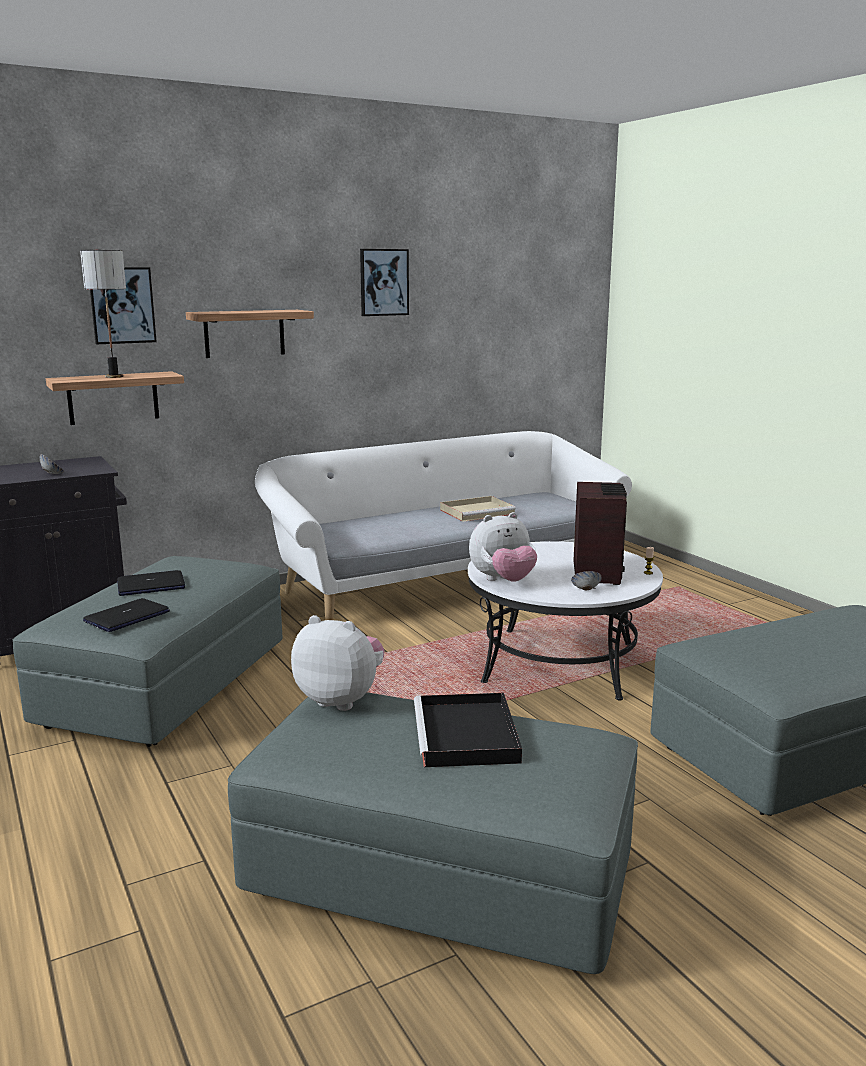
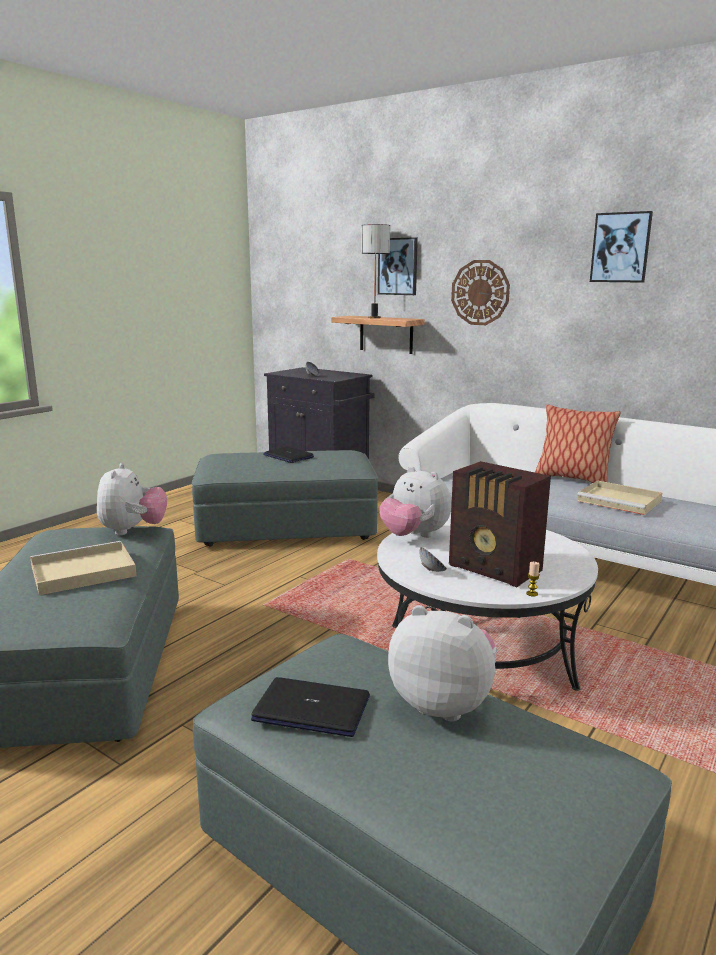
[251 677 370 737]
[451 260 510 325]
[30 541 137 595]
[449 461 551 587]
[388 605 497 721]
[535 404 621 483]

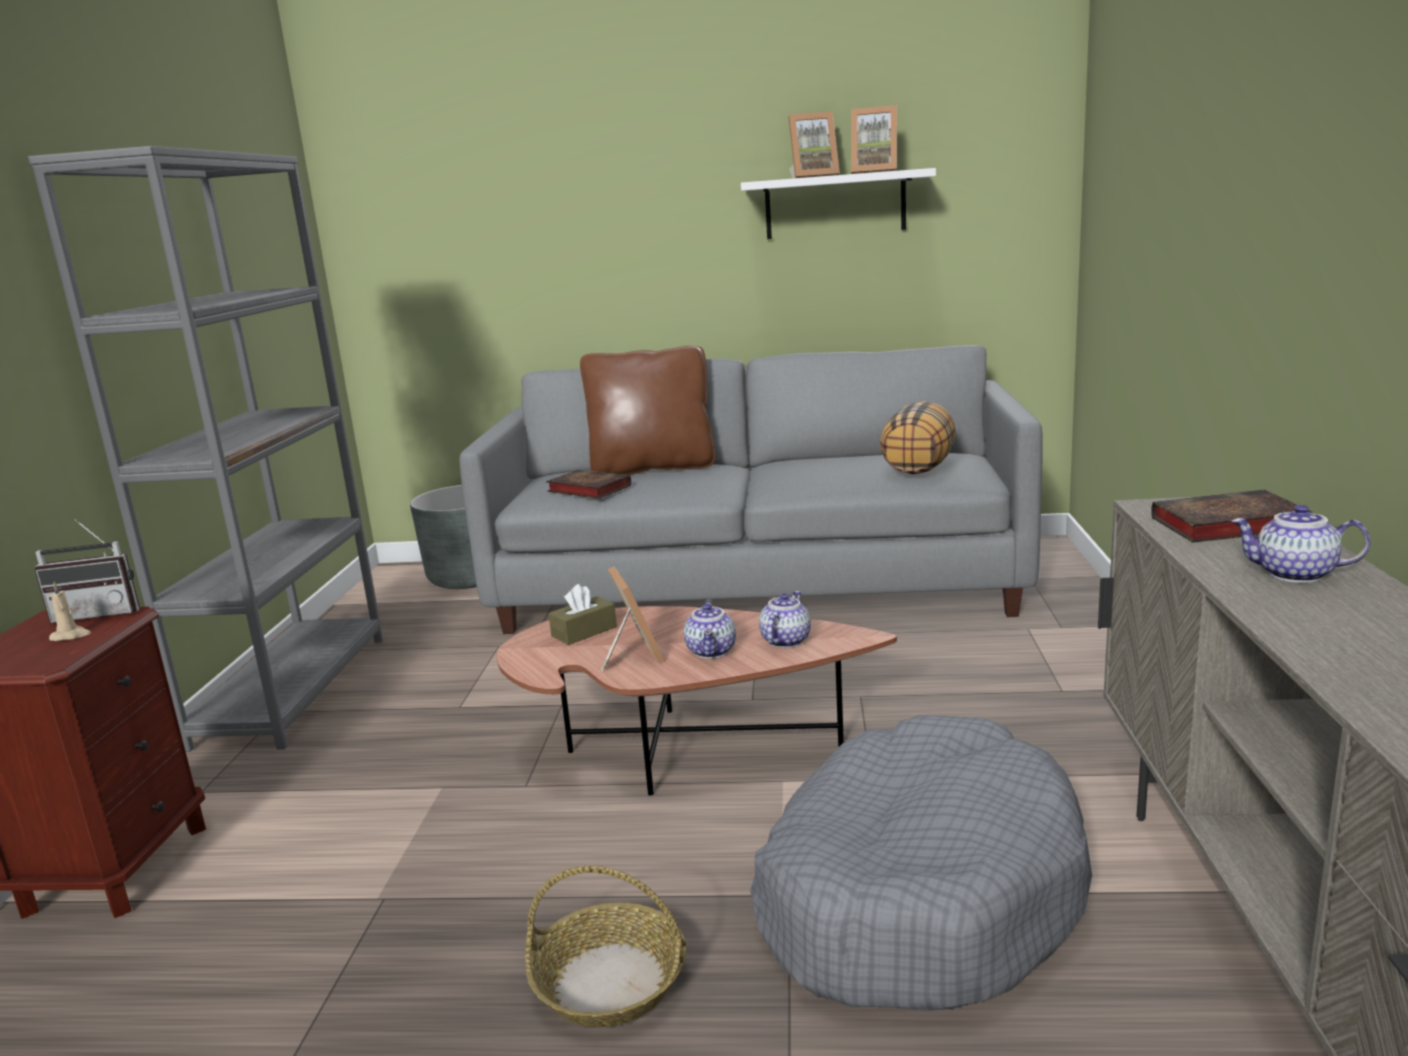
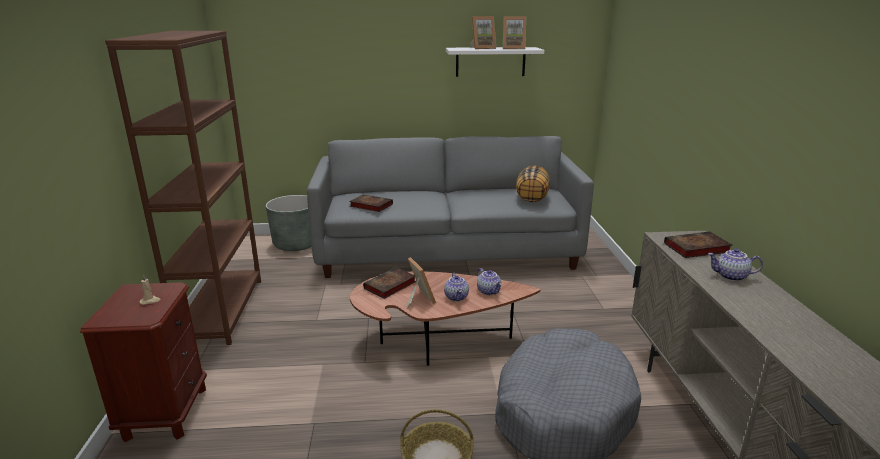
[105 31 261 345]
[34 519 140 623] (first image)
[363 267 416 299]
[580 346 715 475] (first image)
[477 268 502 295]

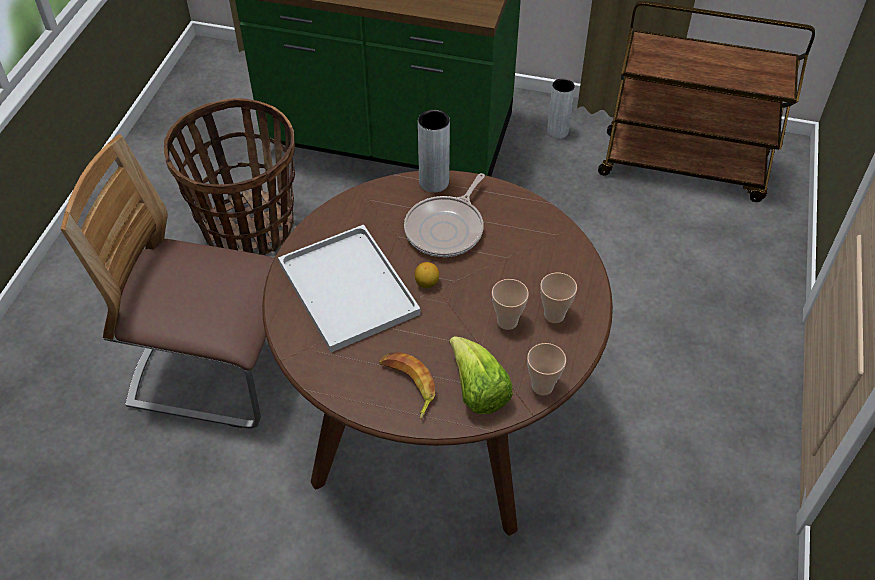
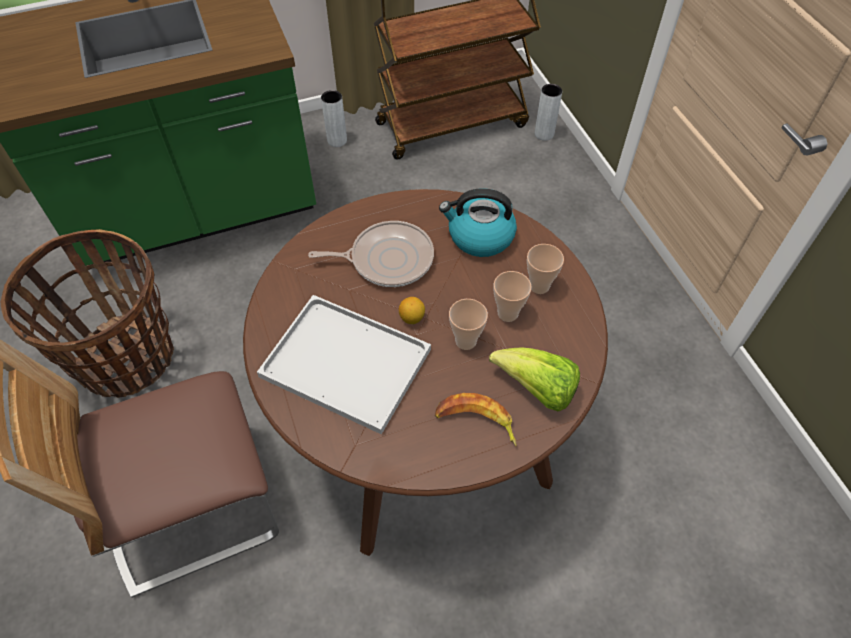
[308 221 434 287]
[535 84 562 141]
[449 299 488 350]
[439 188 517 257]

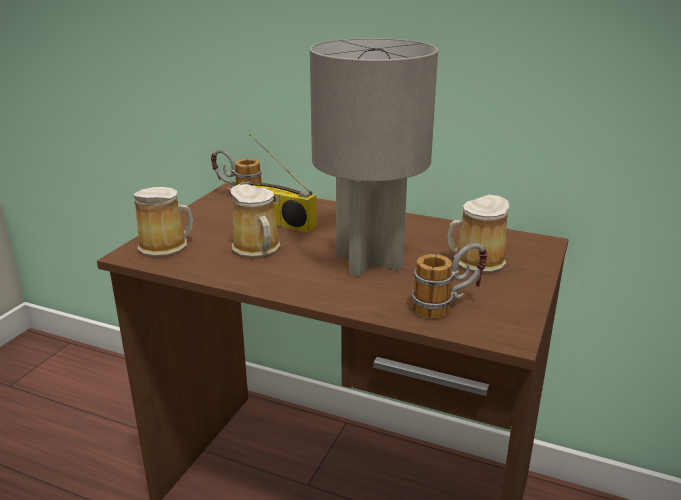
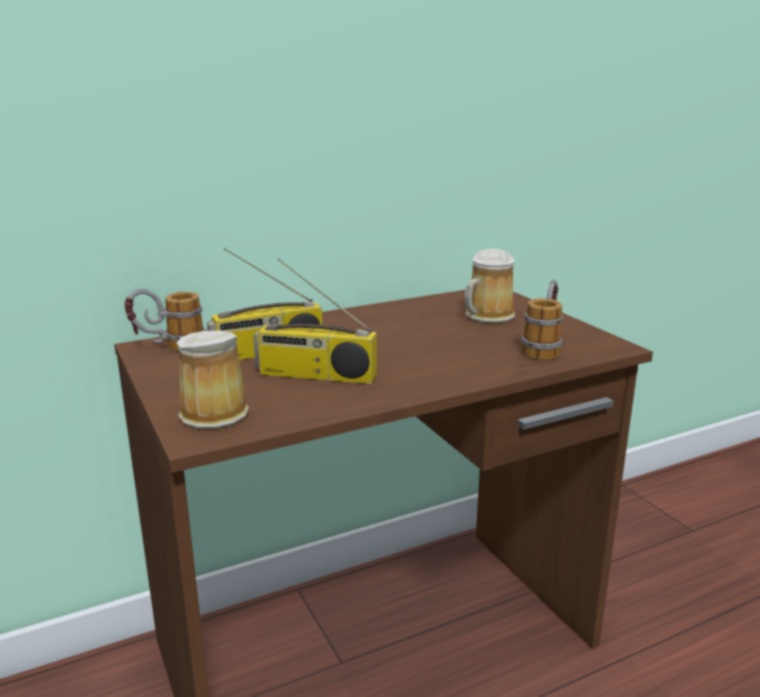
[253 258 376 384]
[310 38 438 277] (first image)

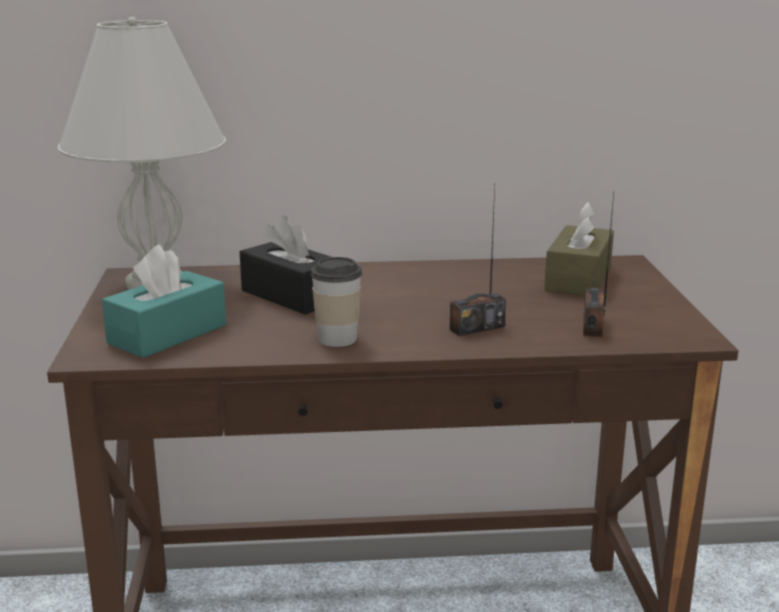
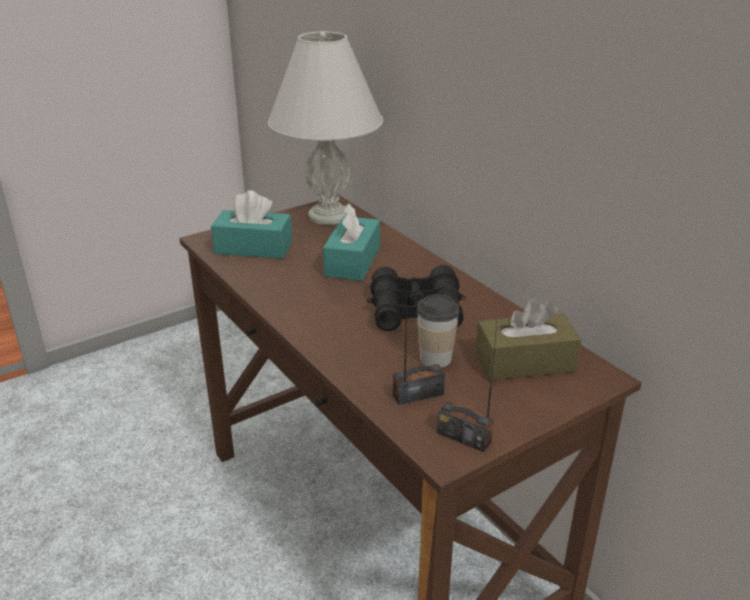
[323 203 380 281]
[417 294 460 368]
[437 324 497 452]
[367 265 466 331]

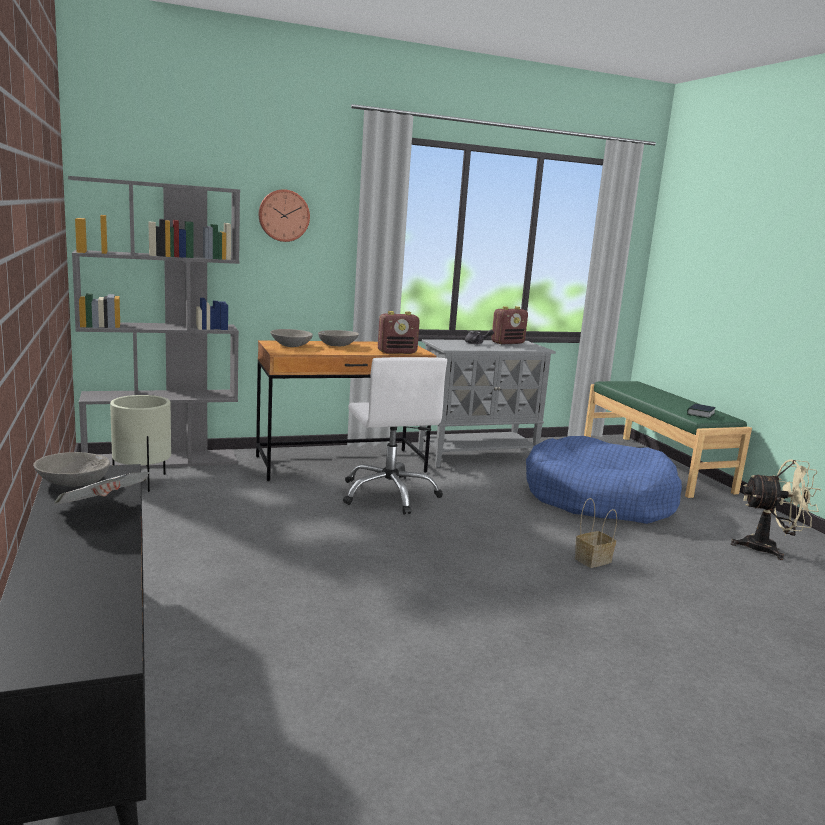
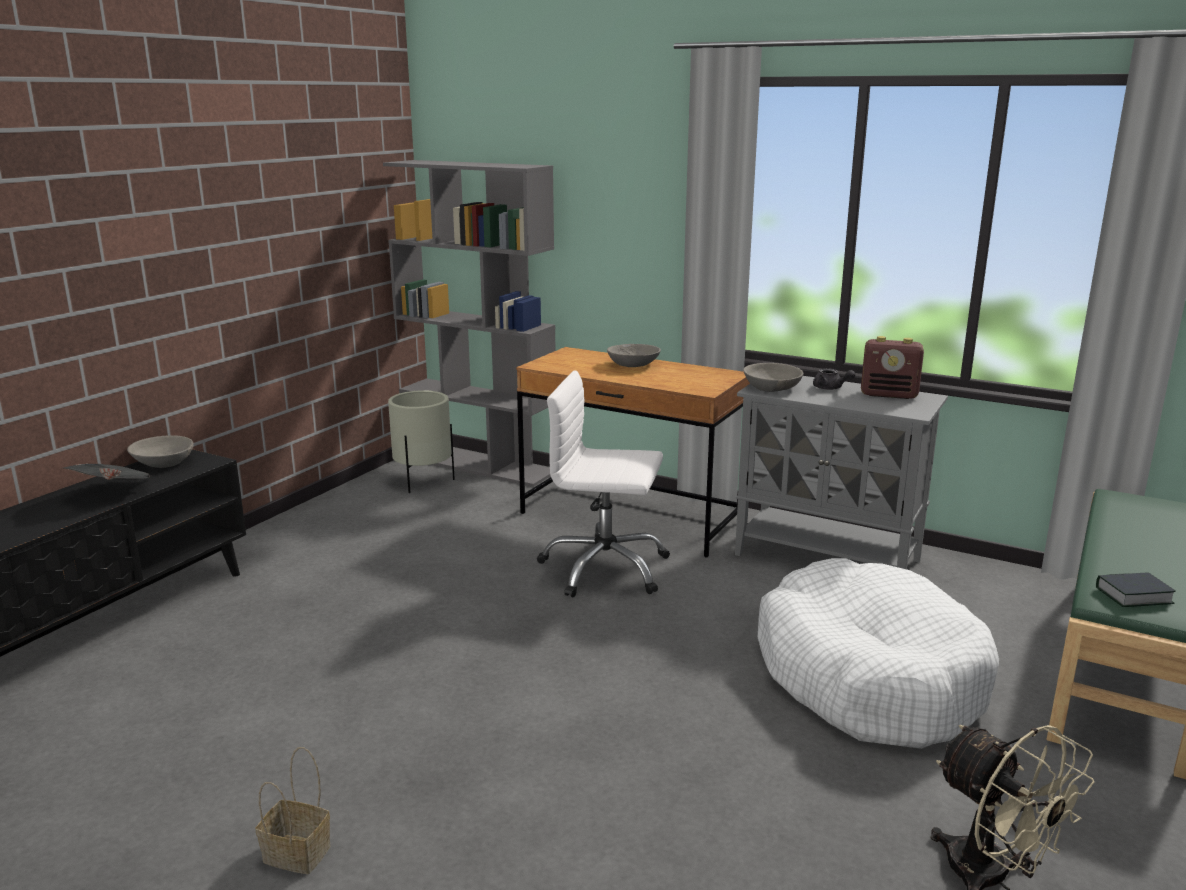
[259 189 310 242] (first image)
[743 363 803 392]
[537 371 670 598]
[378 311 420 354] (first image)
[758 558 999 749]
[256 747 331 874]

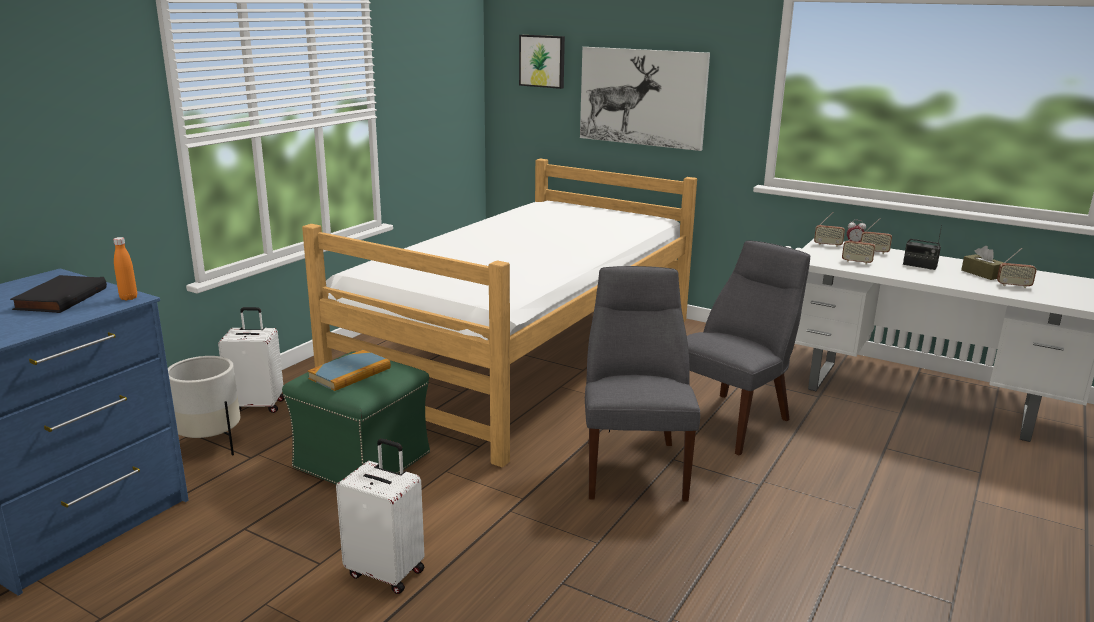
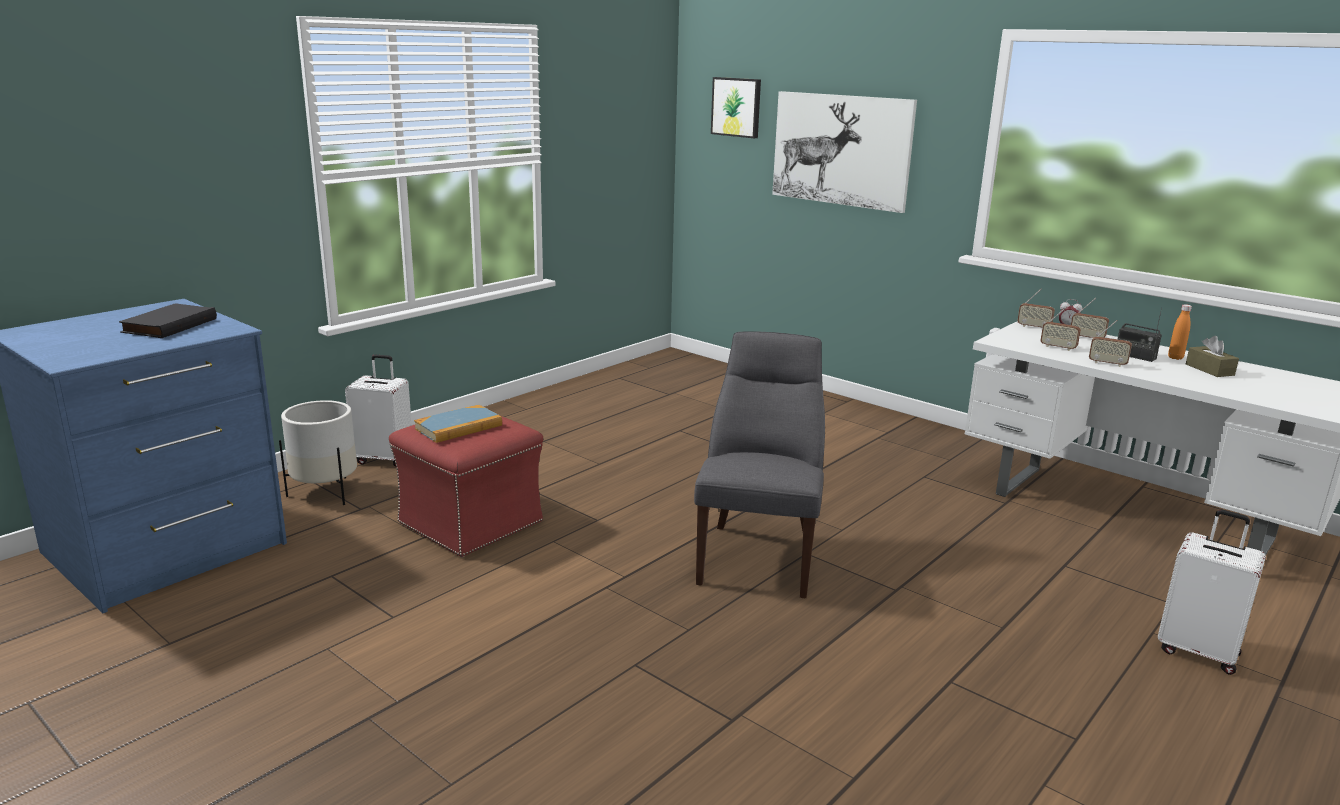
[1168 304 1192 360]
[389 417 543 557]
[302 159 697 468] (first image)
[1158 510 1266 675]
[687 240 810 455] (first image)
[1089 320 1132 367]

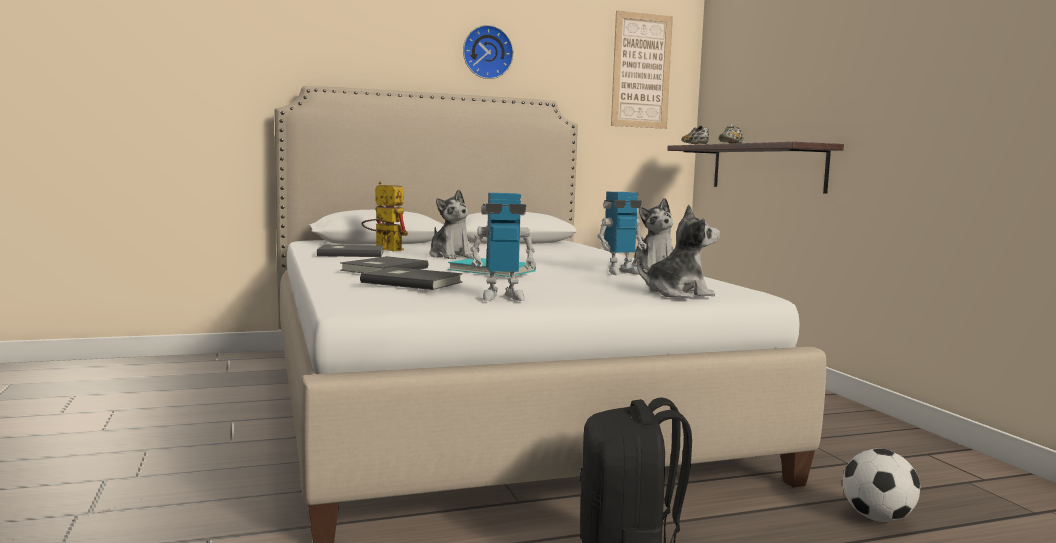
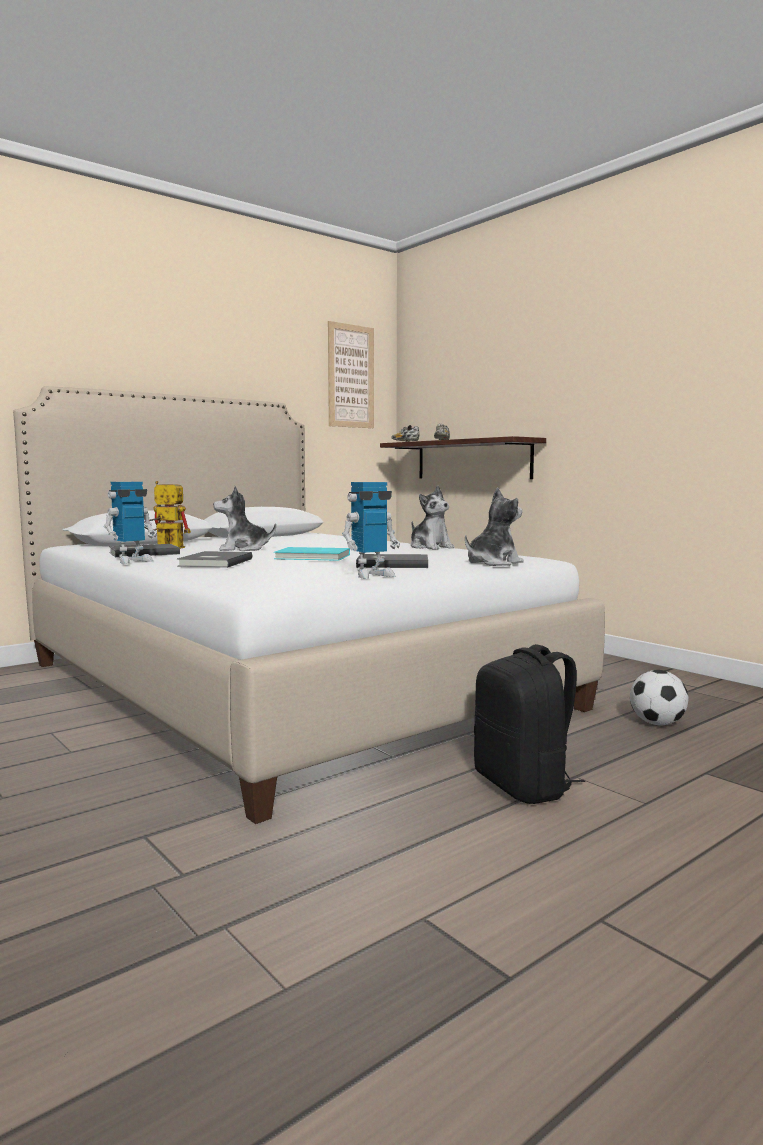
[356 554 428 568]
[213 486 276 551]
[463 25 513 79] (first image)
[104 482 157 564]

